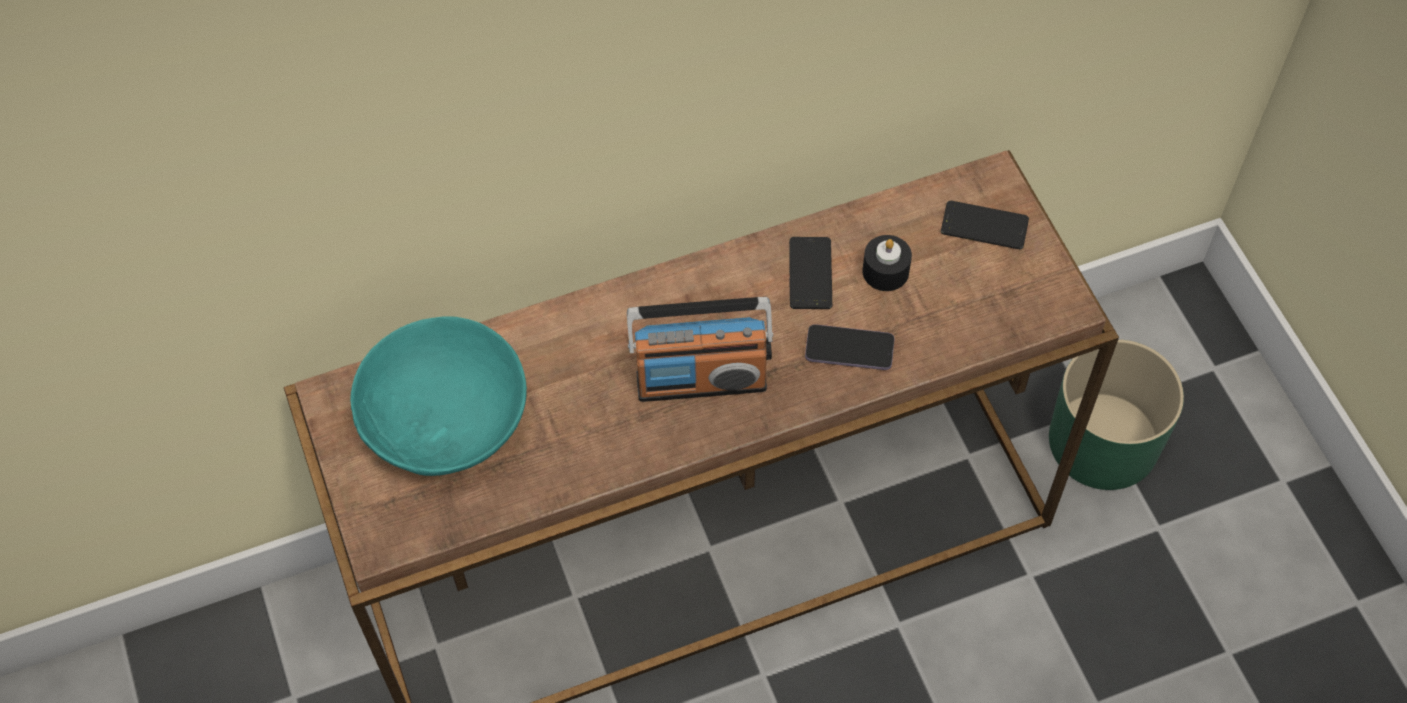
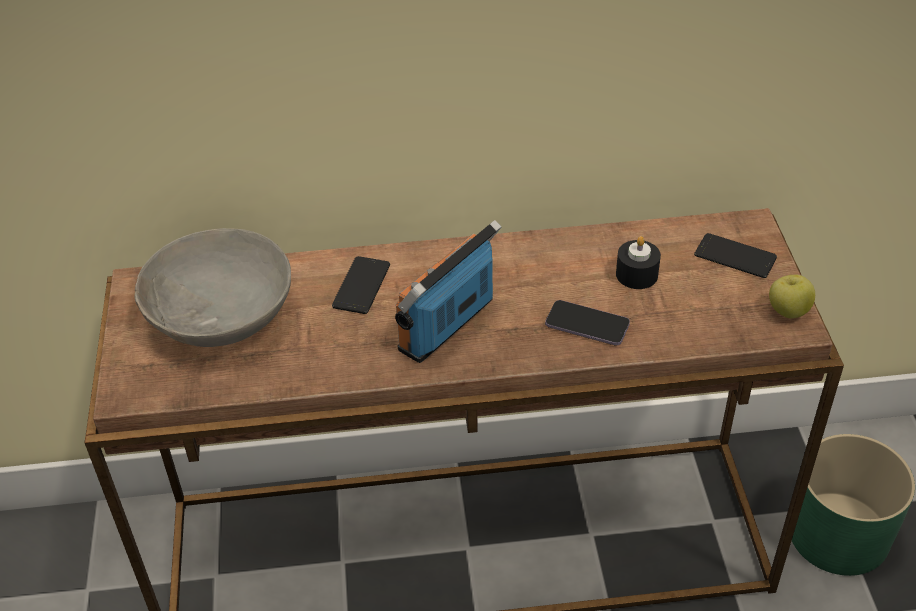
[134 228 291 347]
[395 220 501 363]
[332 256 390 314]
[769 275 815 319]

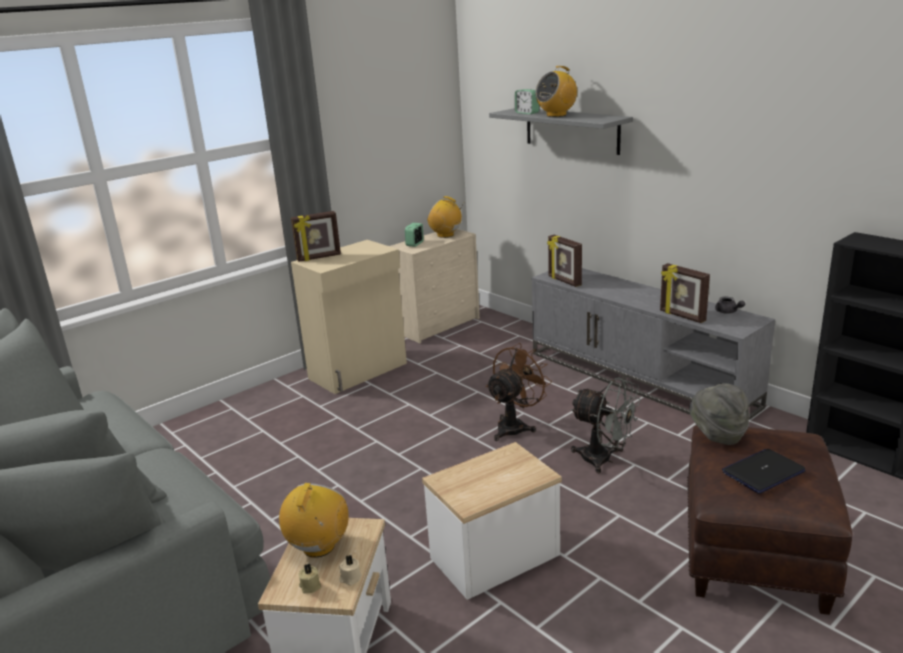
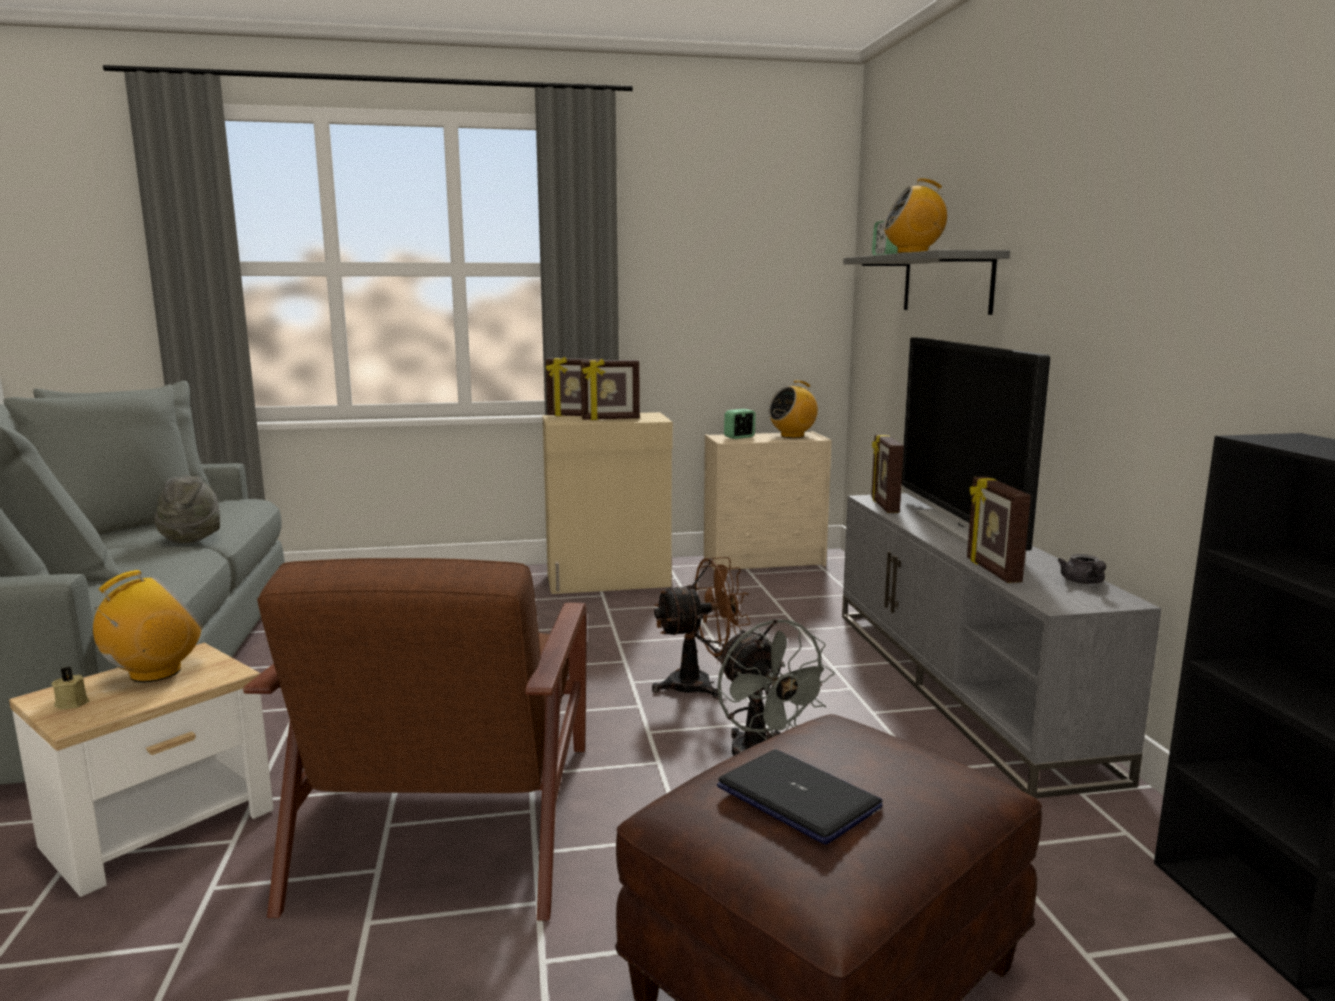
[339 555 362 585] (first image)
[243 558 587 921]
[769 380 818 438]
[154 475 220 543]
[717 750 883 844]
[580 359 640 420]
[902 337 1050 551]

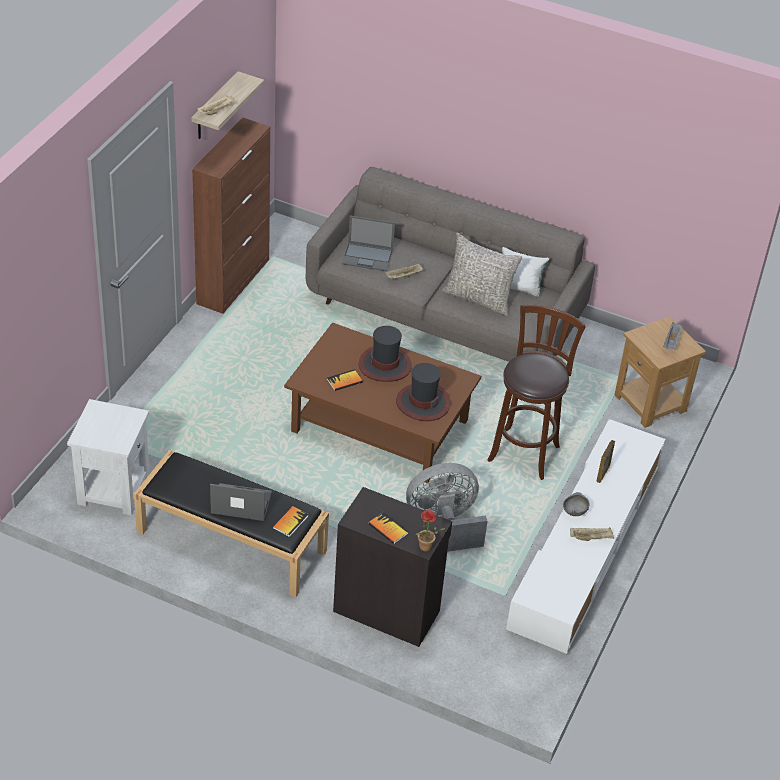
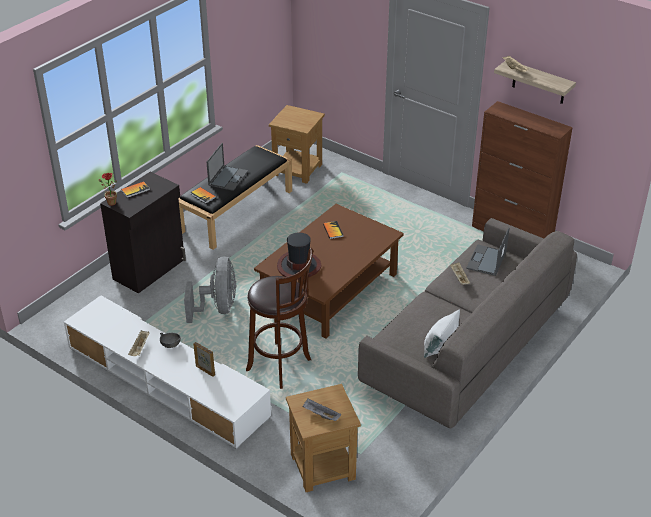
[269 105 325 184]
[359 326 412 382] (first image)
[442 233 522 316] (first image)

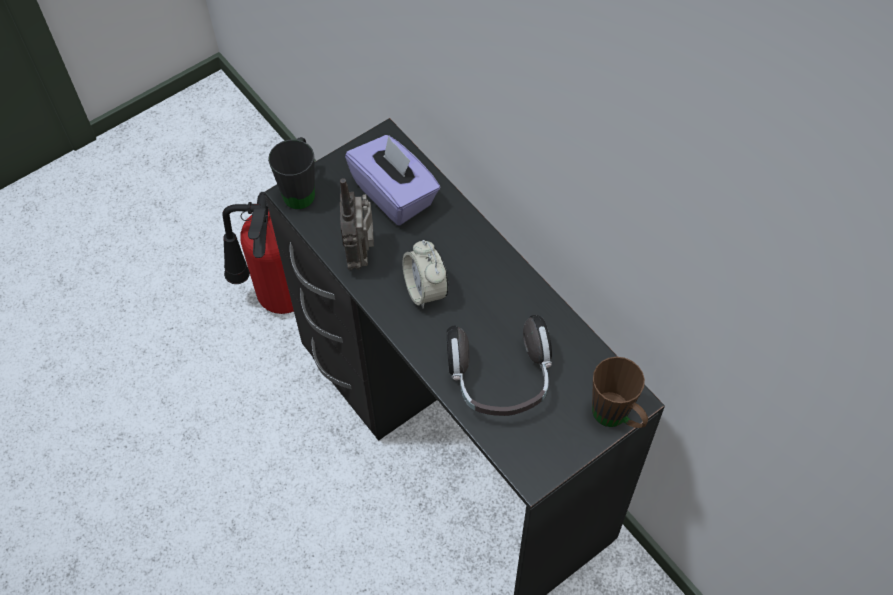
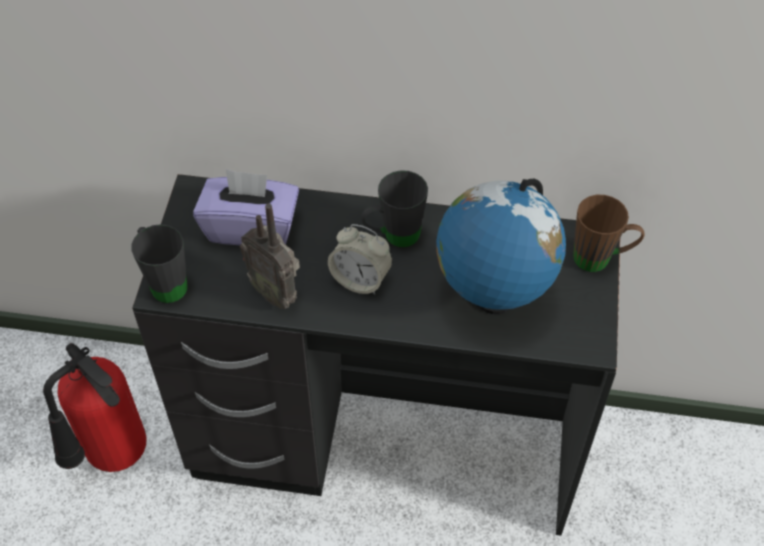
[436 179 566 315]
[361 170 428 247]

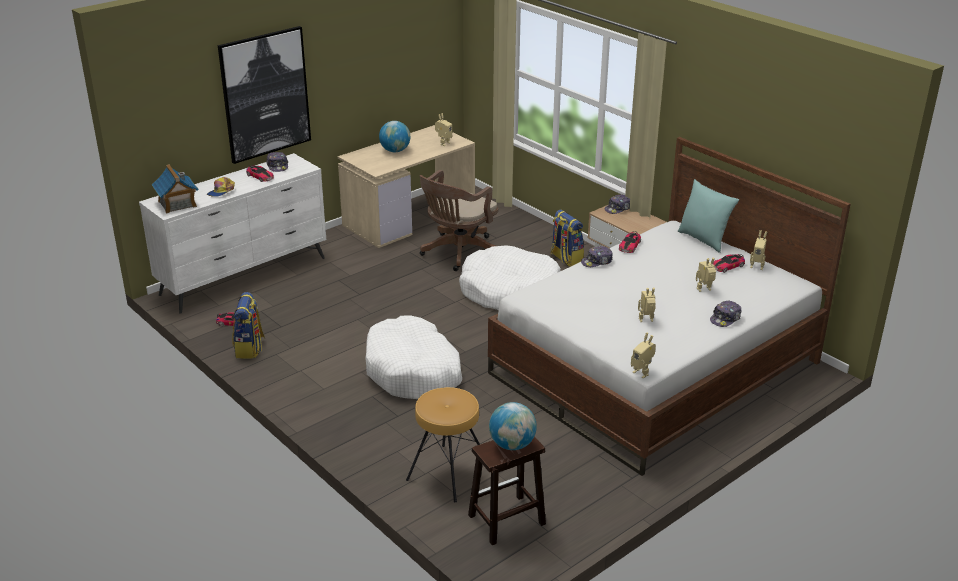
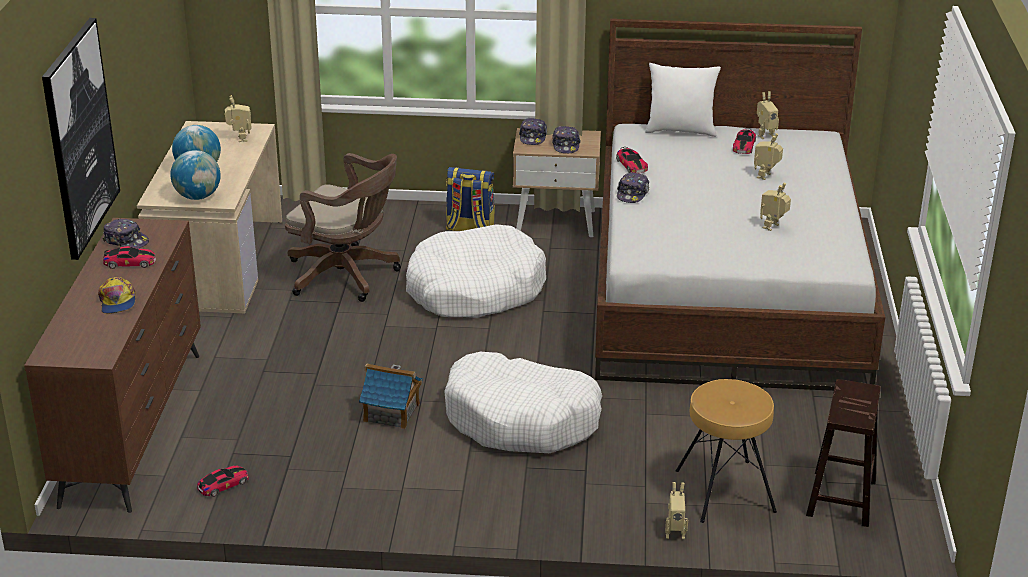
[24 218 201 513]
[359 363 423 429]
[232 292 265 359] (first image)
[285 153 401 302]
[170 150 221 200]
[665 482 688 539]
[645 63 721 137]
[552 126 581 153]

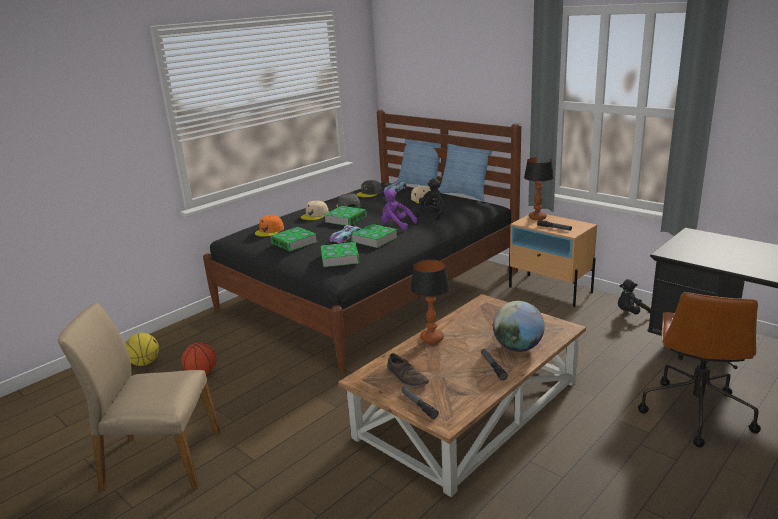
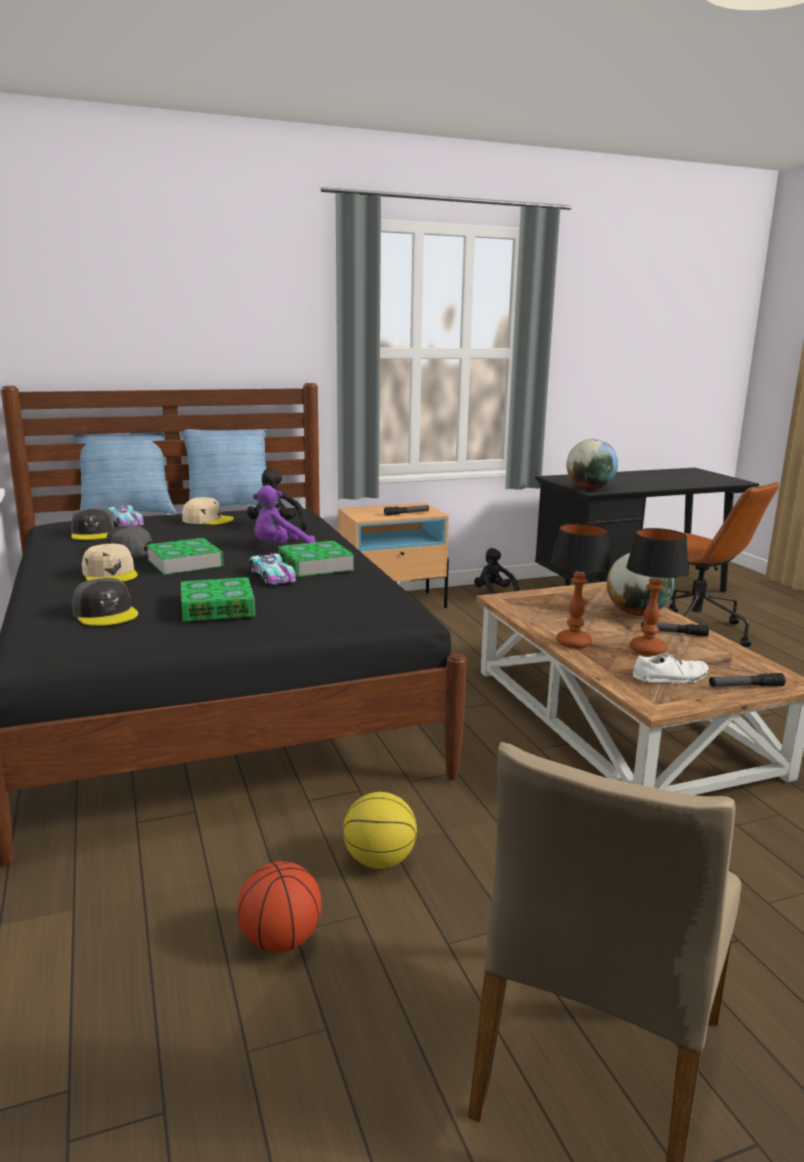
[343 792 417 869]
[71 578 138 626]
[321 242 359 267] (first image)
[633 653 709 683]
[626 528 689 656]
[474 548 520 594]
[566 439 618 490]

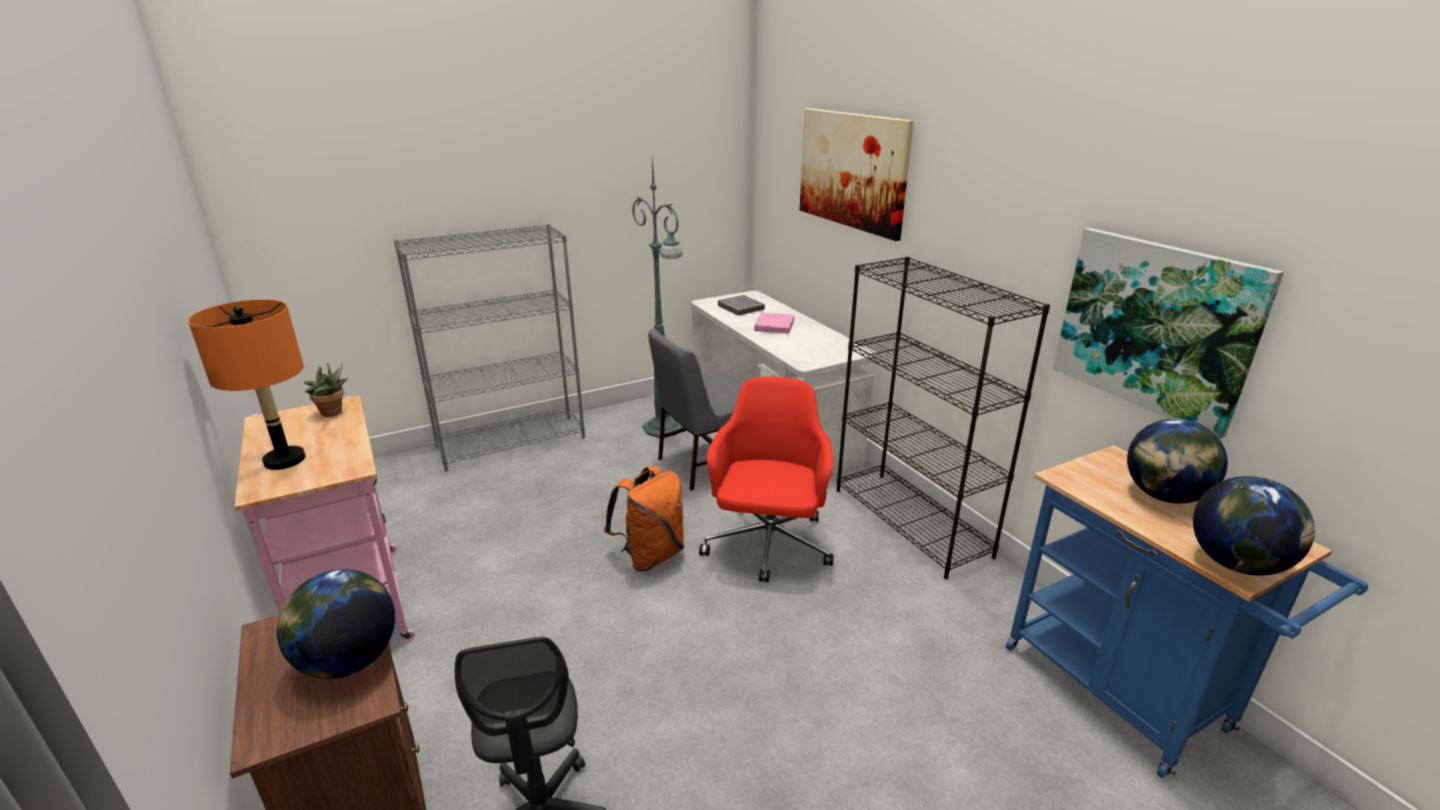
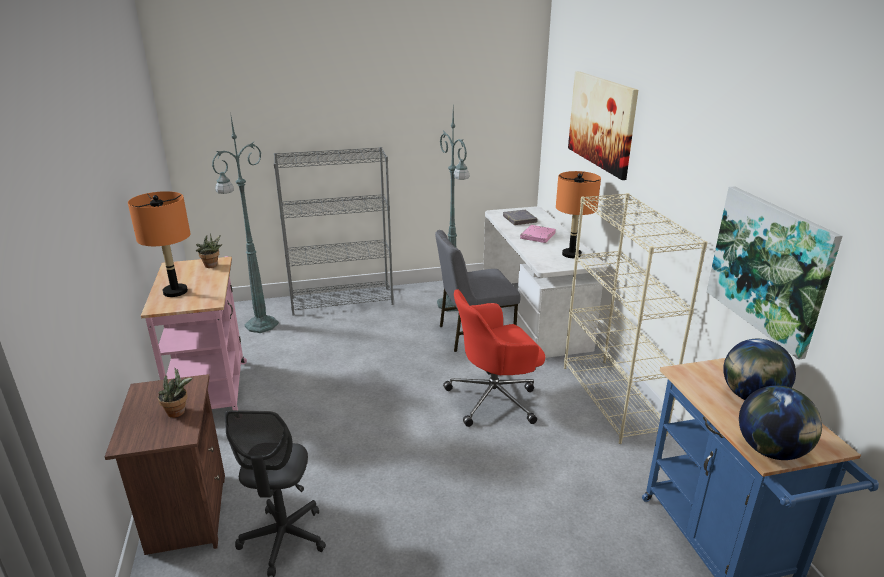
[158 368 193 418]
[604 466 684 571] (first image)
[443 289 545 427]
[564 193 708 444]
[212 112 279 333]
[556 171 601 258]

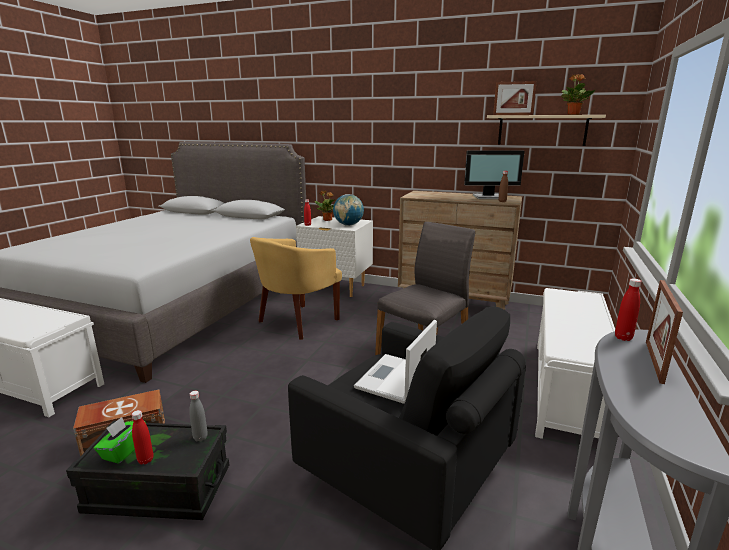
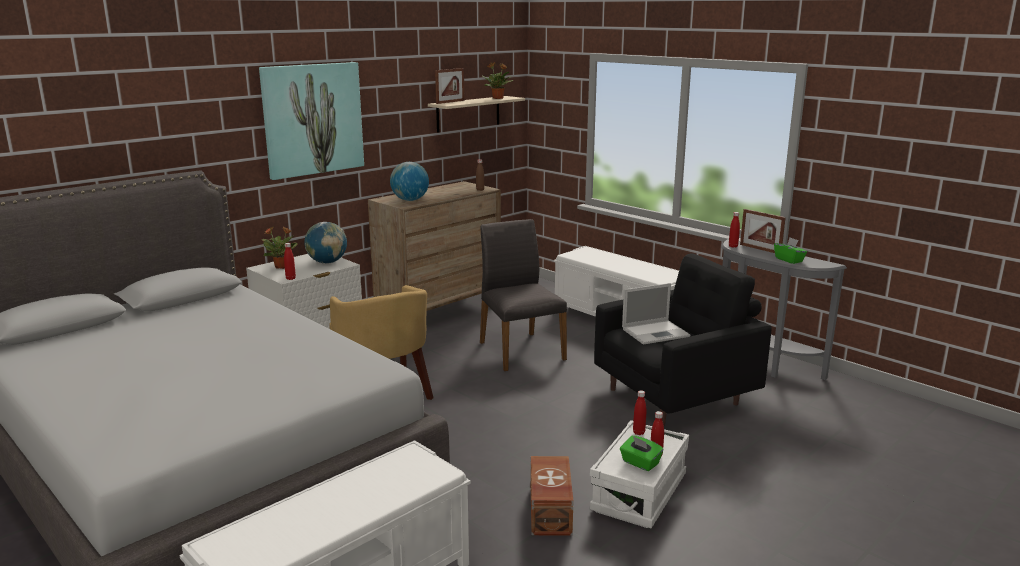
[590 420 689 528]
[633 390 646 435]
[622 283 691 345]
[464 151 524 199] (first image)
[259 62 364 180]
[390 162 429 201]
[774 237 807 264]

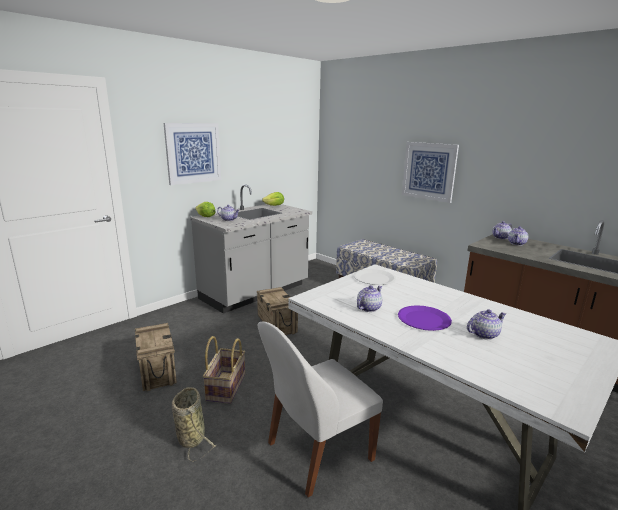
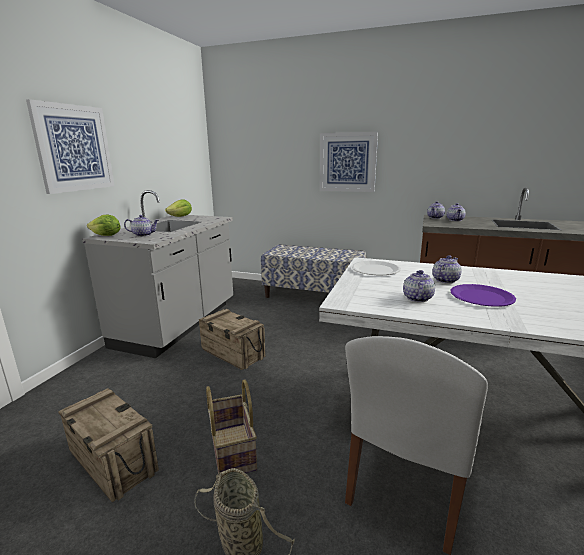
[432 255 462 284]

